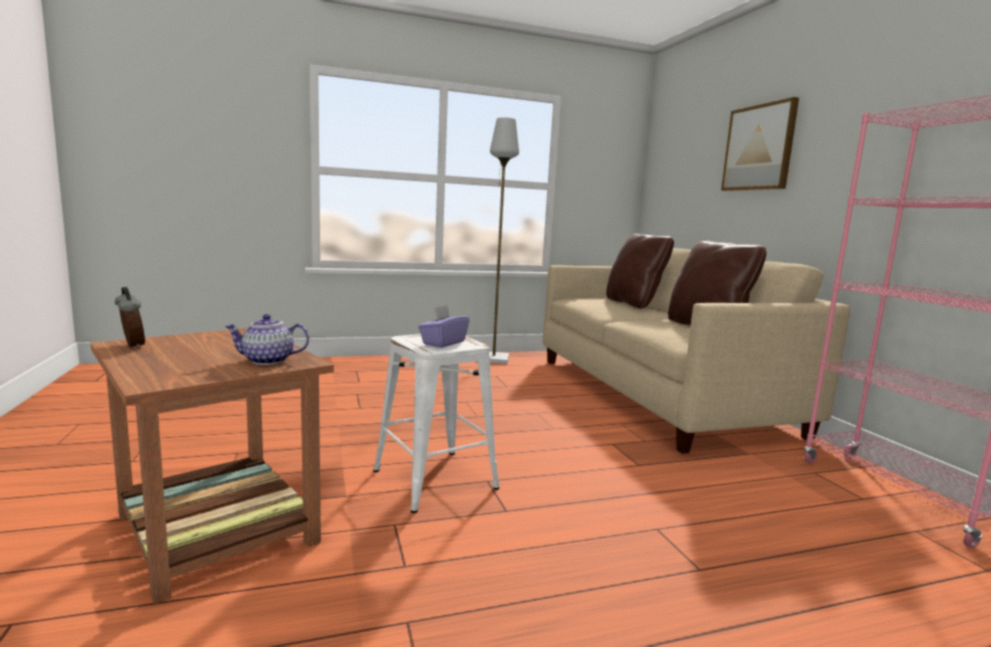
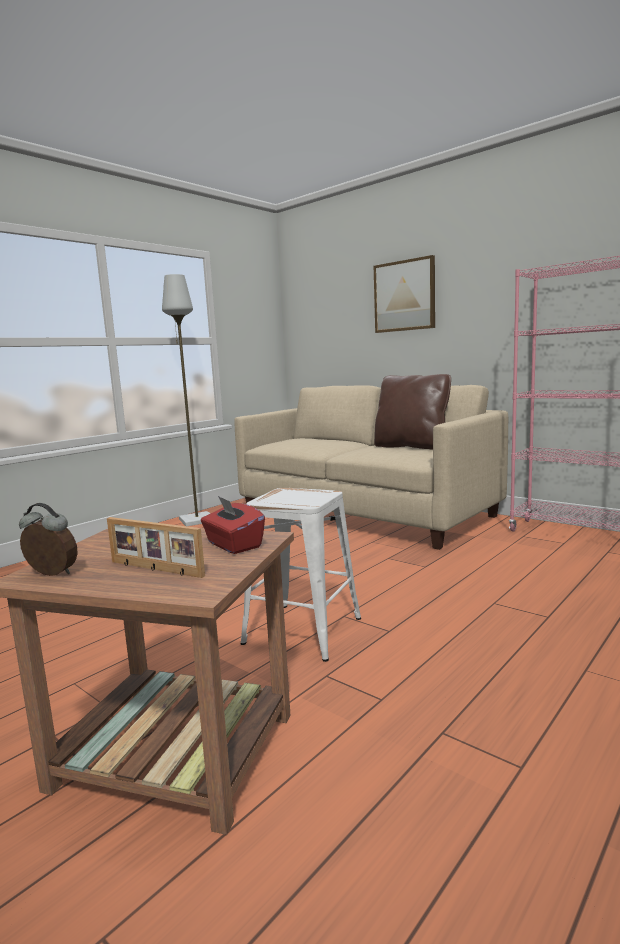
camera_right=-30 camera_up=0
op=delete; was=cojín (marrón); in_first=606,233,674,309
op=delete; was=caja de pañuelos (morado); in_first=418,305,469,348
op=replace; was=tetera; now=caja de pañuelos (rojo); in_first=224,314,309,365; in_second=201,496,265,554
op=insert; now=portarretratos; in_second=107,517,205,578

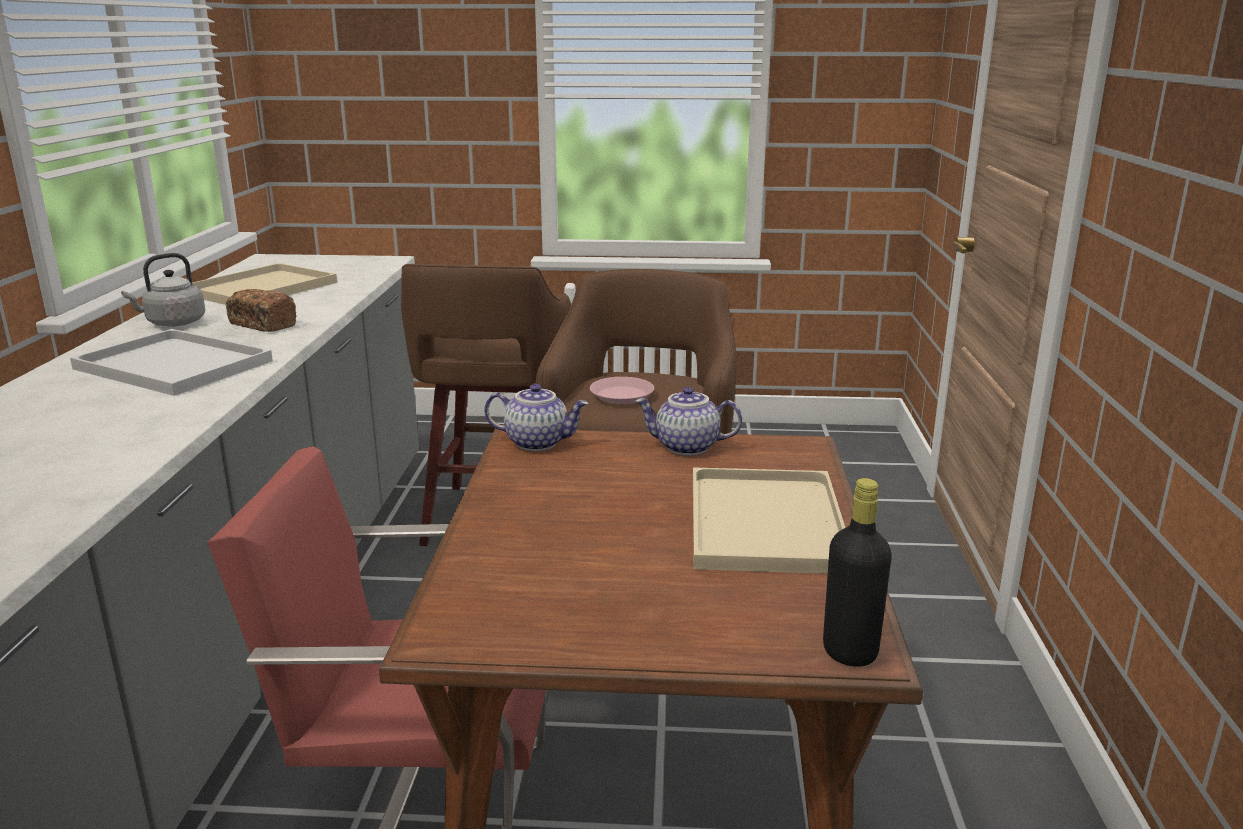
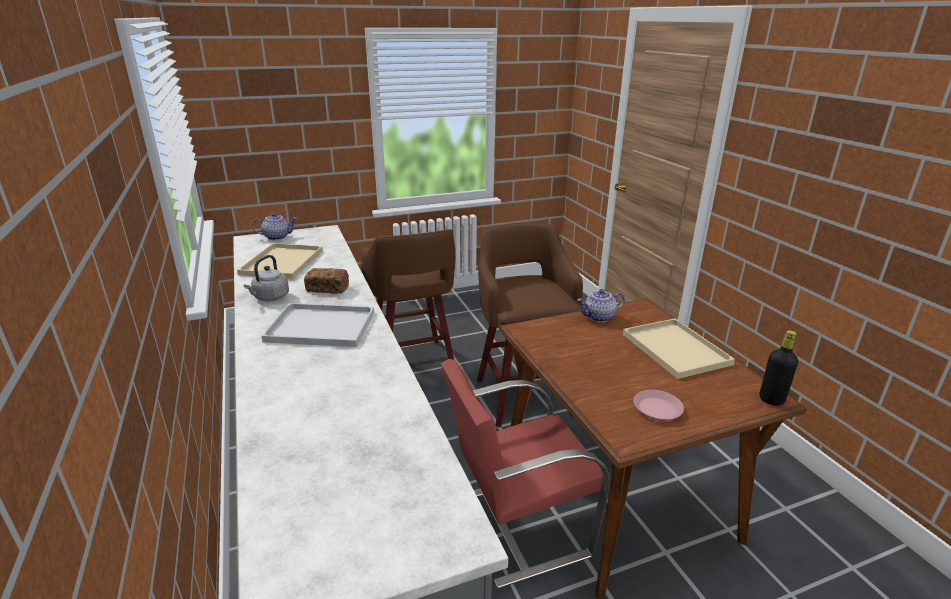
camera_right=-25 camera_up=5
op=move; was=plato (rosa); in_first=590,377,654,404; in_second=634,390,684,421
op=move; was=tetera; in_first=484,384,589,451; in_second=252,213,297,240

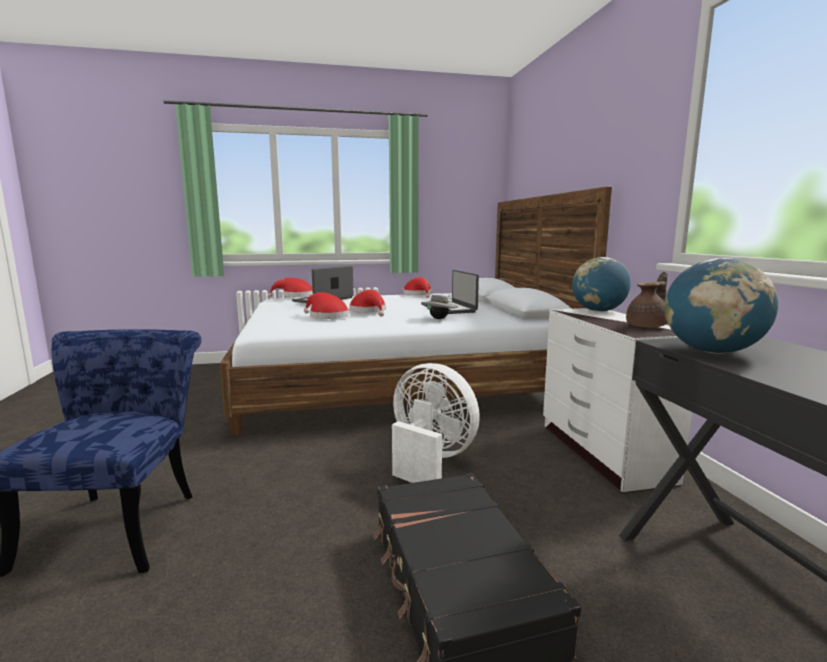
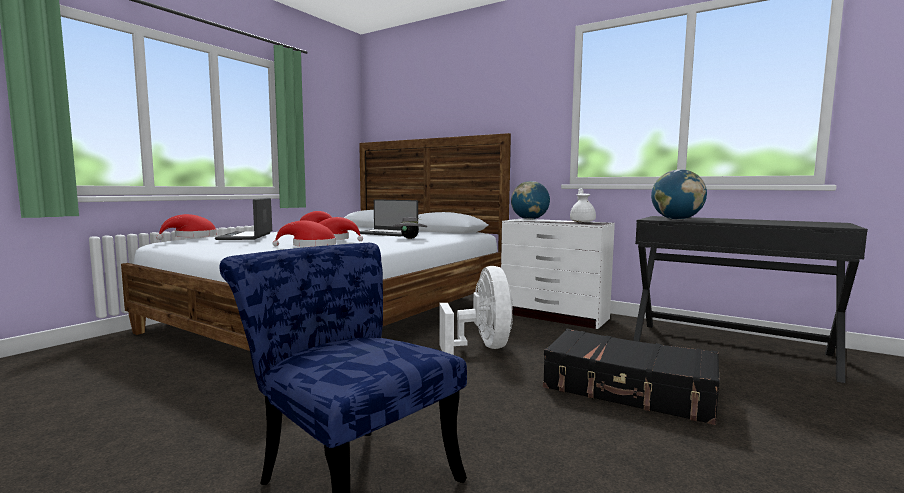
camera_right=-45 camera_up=-5
op=recolor; was=tetera (marrón); now=tetera (blanco); in_first=626,272,668,327; in_second=570,188,596,222
op=rotate; was=ventilador (blanco); in_first=392,363,480,483; in_second=439,266,513,355; clockwise=90

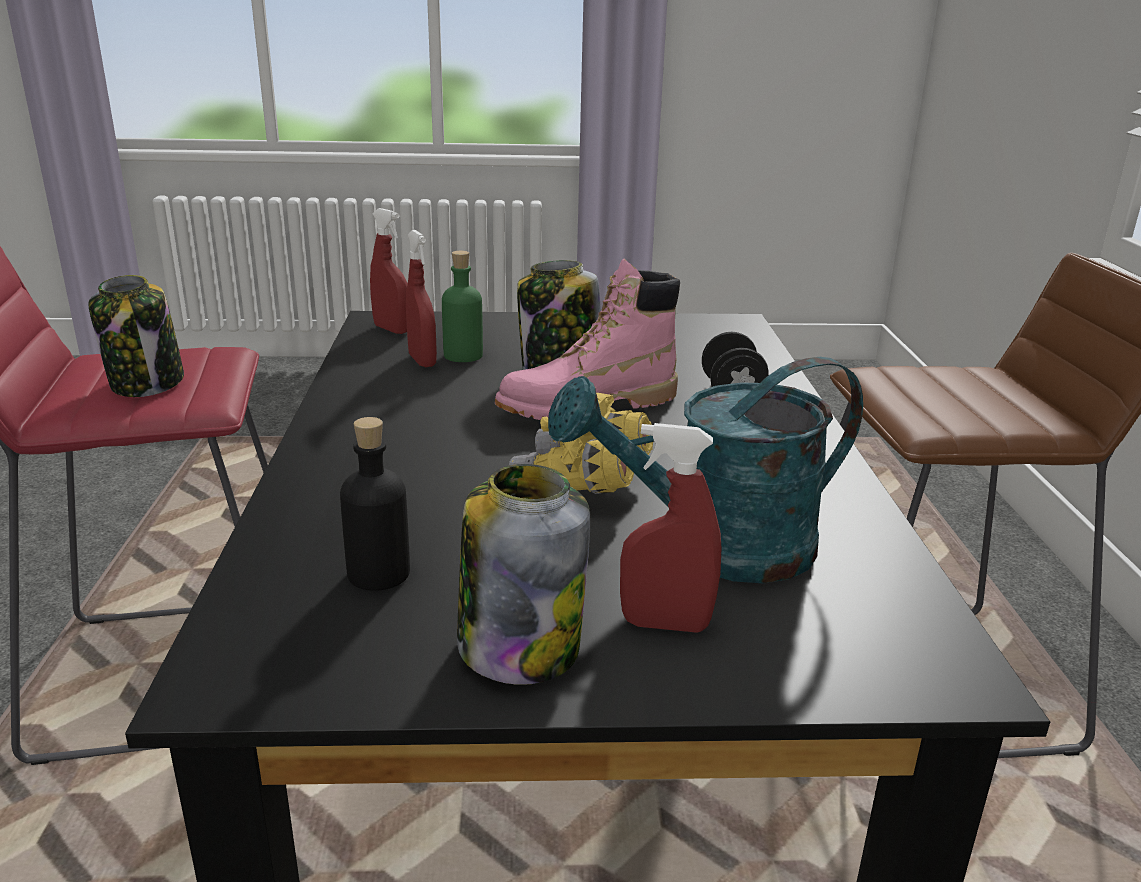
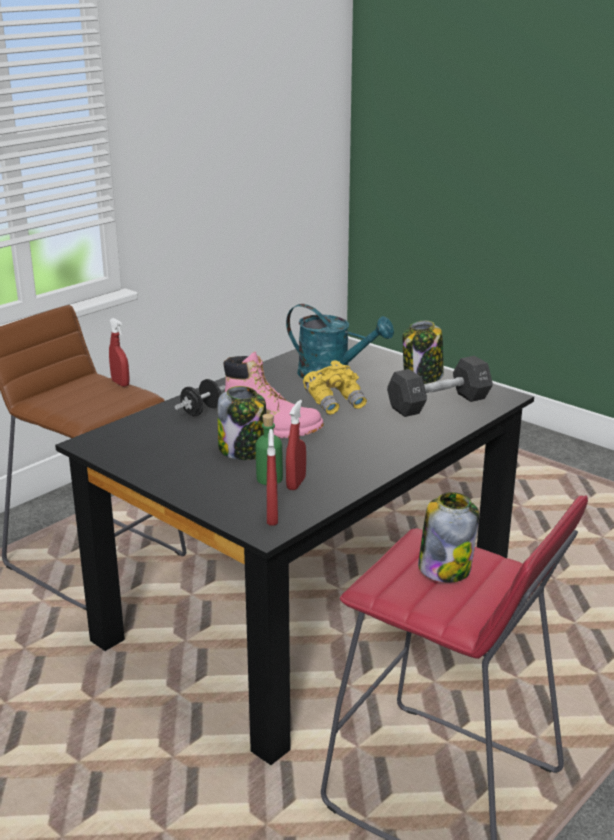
camera_right=-135 camera_up=0
op=replace; was=botella (negro); now=mancuerna (negro); in_first=340,417,410,591; in_second=387,356,493,417
op=move; was=pulverizador (rojo); in_first=620,423,722,633; in_second=109,318,130,387

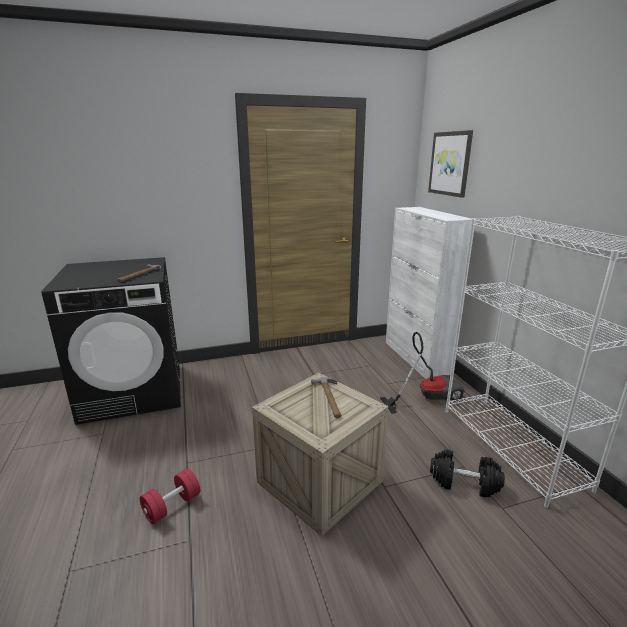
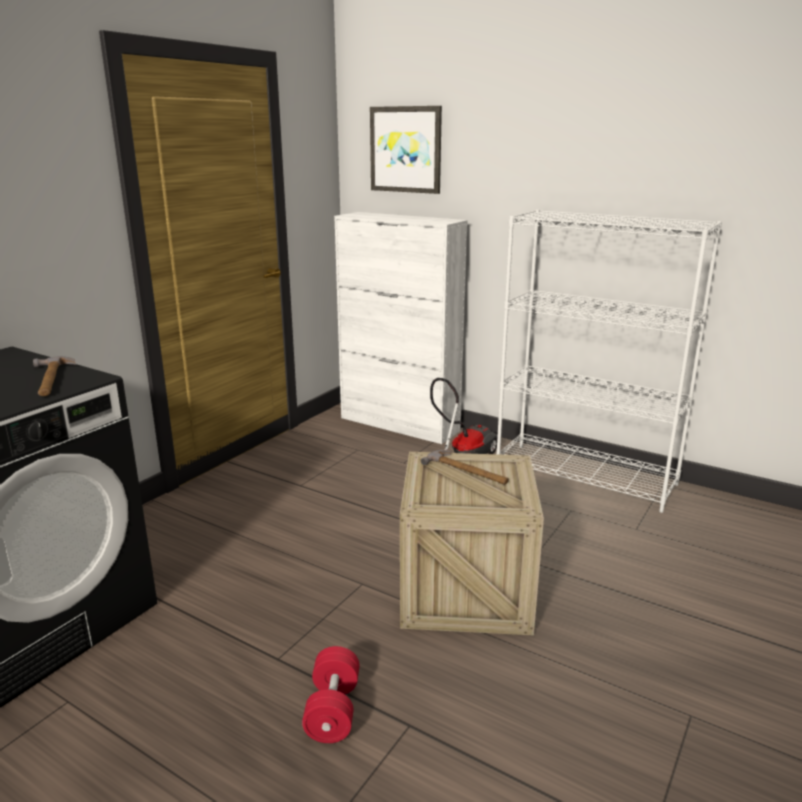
camera_right=-40 camera_up=0
op=delete; was=mancuerna (negro); in_first=430,449,505,497

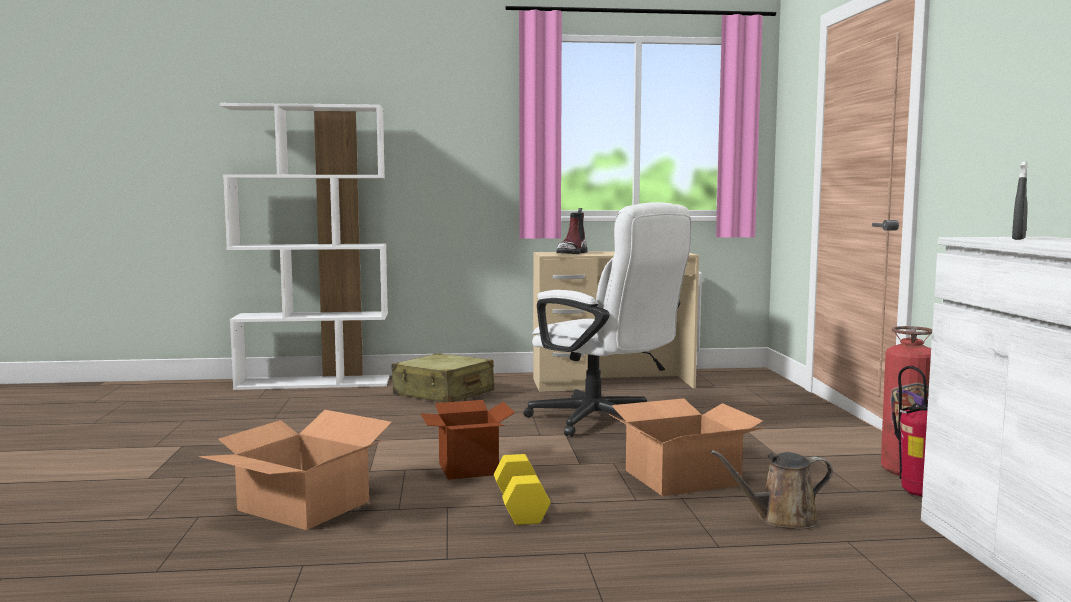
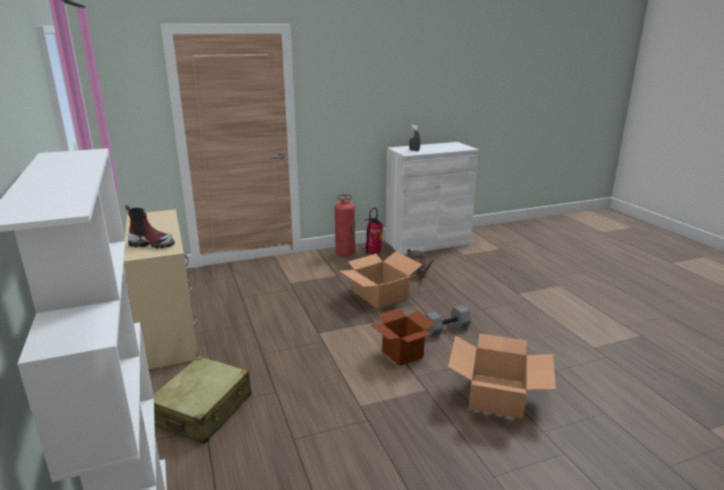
camera_right=-105 camera_up=15
op=delete; was=silla de oficina (blanco); in_first=524,202,691,437
op=recolor; was=mancuerna (amarillo); now=mancuerna (gris); in_first=494,454,551,525; in_second=425,305,472,337

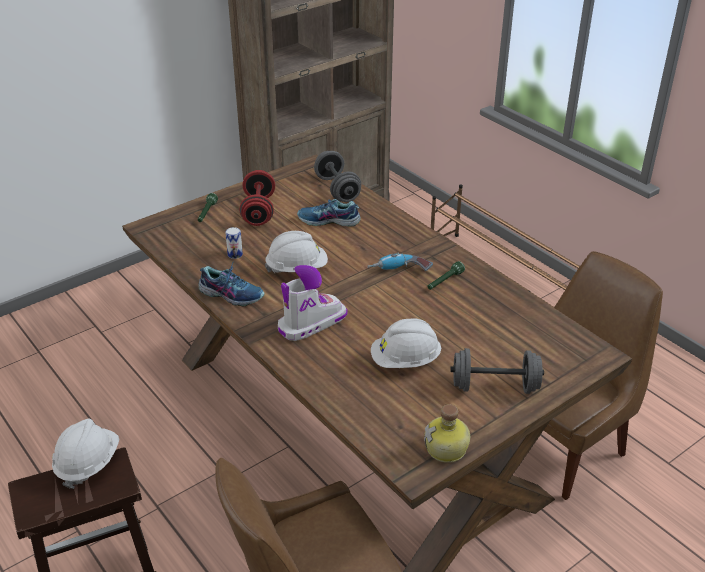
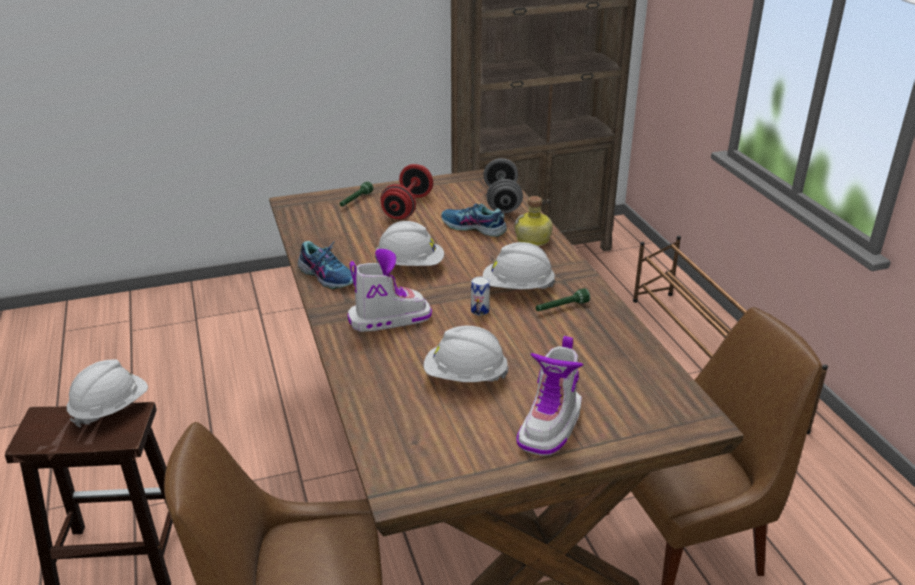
camera_right=20 camera_up=-5
op=move; was=lata; in_first=225,227,243,259; in_second=471,277,490,315
op=replace; was=taladro; now=casco (blanco); in_first=368,253,433,271; in_second=483,242,555,289
op=replace; was=mancuerna (gris); now=bota; in_first=450,348,544,394; in_second=517,336,584,456
op=move; was=botella; in_first=424,404,470,463; in_second=515,196,553,246

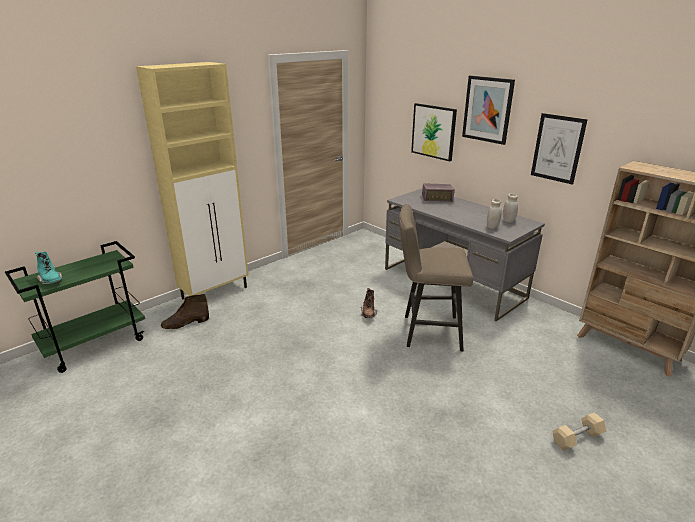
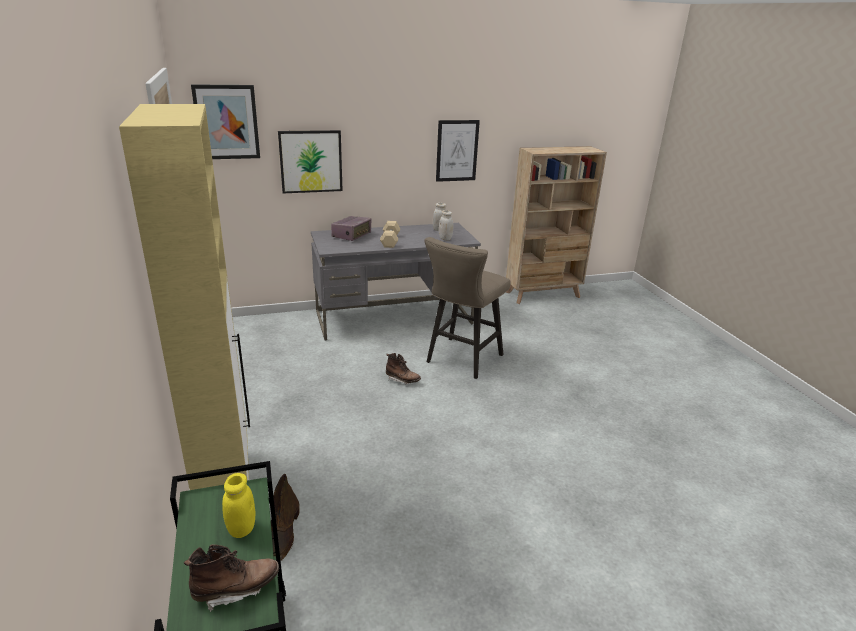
camera_right=-65 camera_up=0
op=move; was=cuadro; in_first=462,75,515,145; in_second=191,84,260,159
op=recolor; was=bota (turquesa); now=bota (marrón); in_first=35,251,62,284; in_second=184,544,279,612
op=move; was=mancuerna (beis); in_first=552,412,606,451; in_second=380,221,400,248
op=insert; now=tarro (amarillo); in_second=222,473,255,538

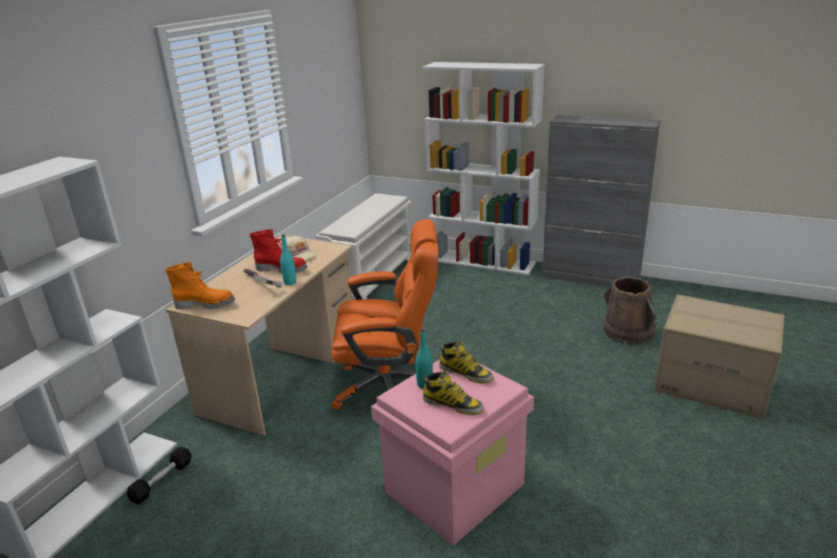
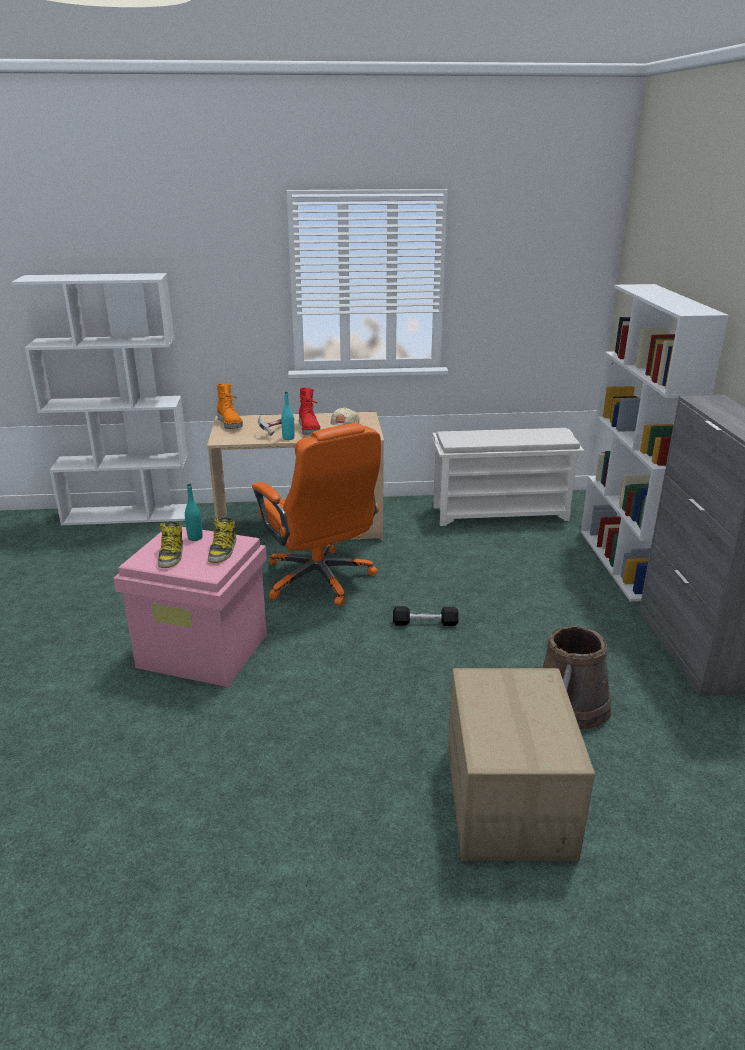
camera_right=60 camera_up=0
op=move; was=mancuerna (negro); in_first=127,447,192,504; in_second=393,606,459,626

